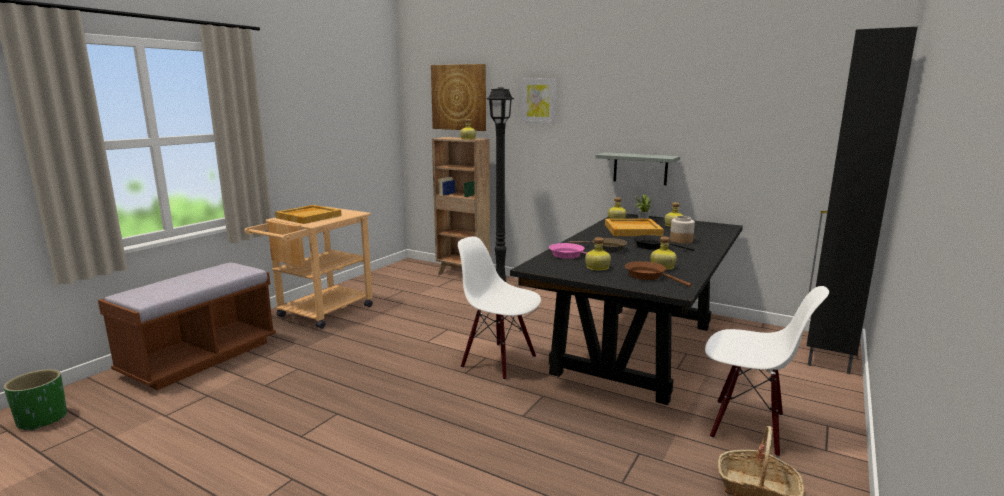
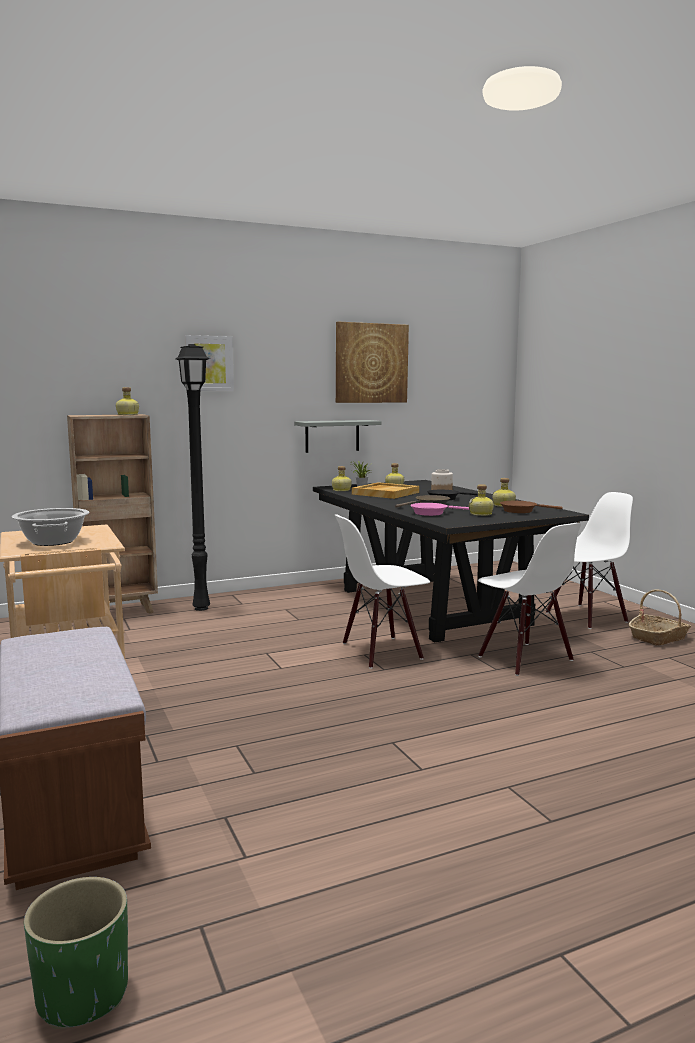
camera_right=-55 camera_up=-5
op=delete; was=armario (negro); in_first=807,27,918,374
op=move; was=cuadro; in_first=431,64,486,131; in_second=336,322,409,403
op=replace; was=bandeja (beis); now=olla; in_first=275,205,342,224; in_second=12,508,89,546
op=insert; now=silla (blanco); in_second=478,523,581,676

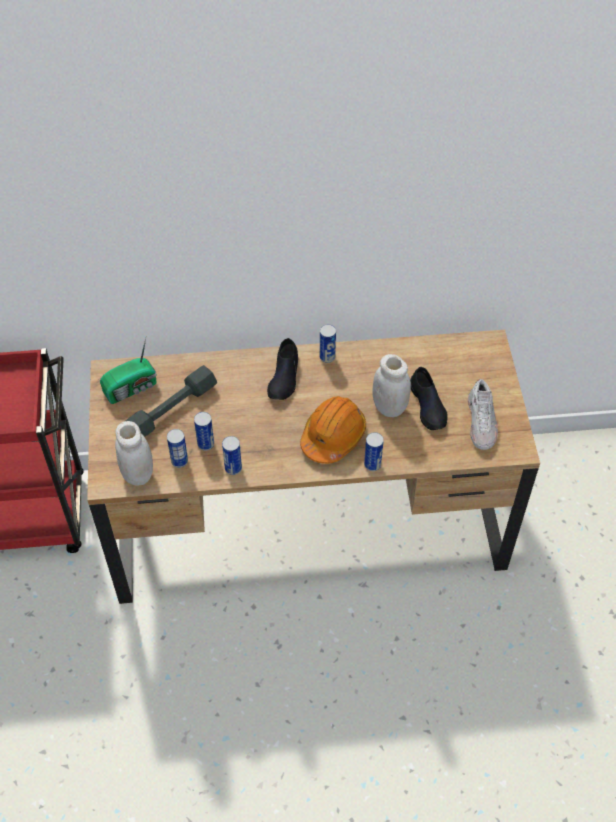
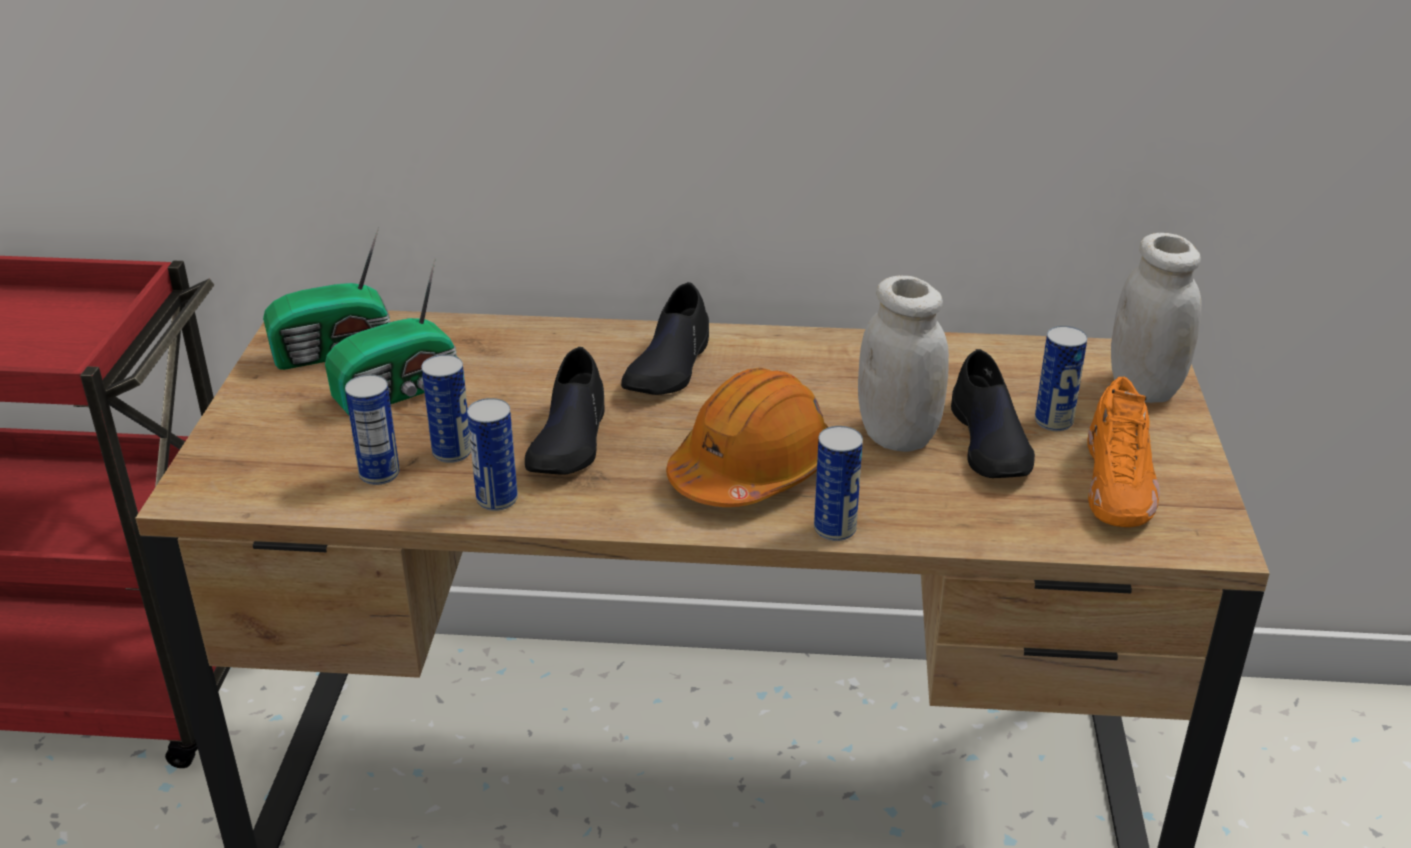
camera_right=10 camera_up=-20
op=move; was=lata; in_first=320,324,336,363; in_second=1035,326,1088,431
op=replace; was=mancuerna (gris); now=radio; in_first=125,365,217,437; in_second=325,258,457,415
op=recolor; was=zapato (blanco); now=zapato (naranja); in_first=468,379,498,450; in_second=1087,377,1160,527
op=move; was=tarro (blanco); in_first=115,421,153,486; in_second=1111,233,1201,403
op=insert; now=zapato (negro); in_second=525,347,605,475

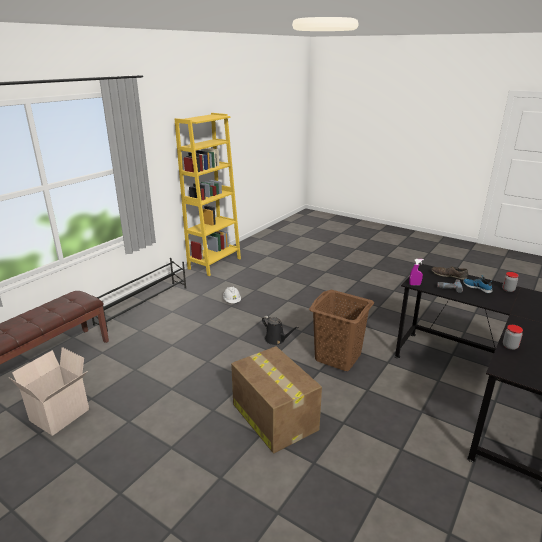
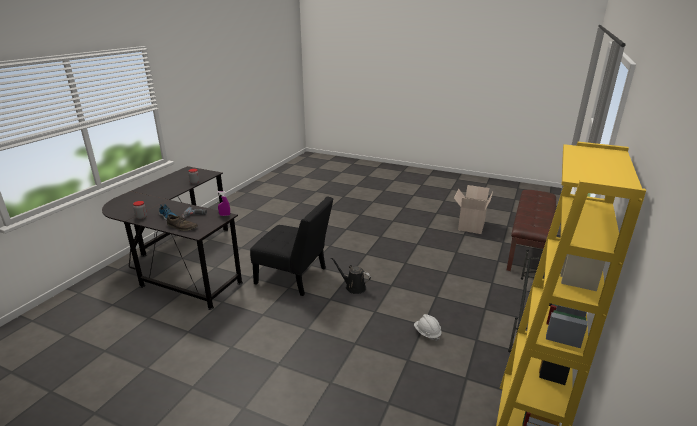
camera_right=170 camera_up=0
op=replace; was=cesto de la ropa (marrón); now=silla (negro); in_first=309,290,374,371; in_second=250,197,333,296
op=delete; was=caja de cartón; in_first=231,346,322,454

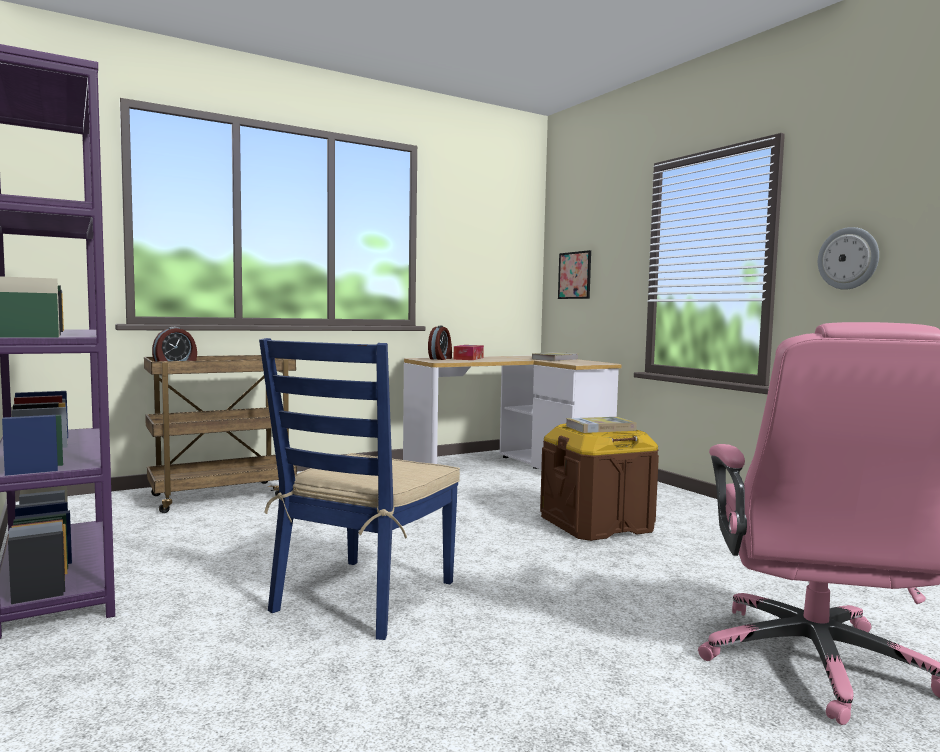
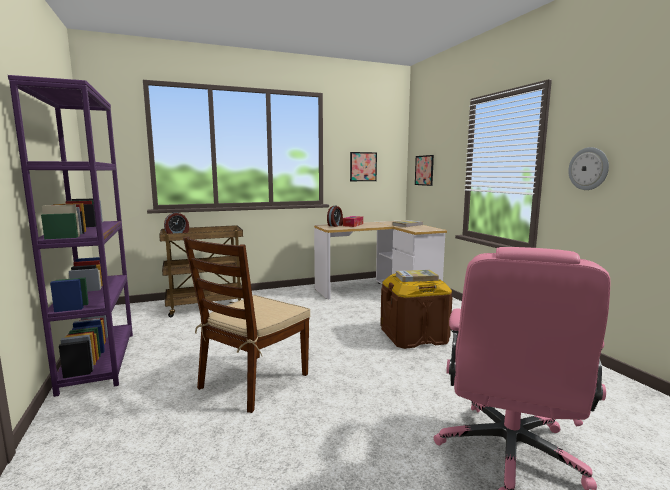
camera_right=10 camera_up=5
op=recolor; was=silla (azul); now=silla (marrón); in_first=259,338,460,640; in_second=183,237,310,413
op=insert; now=cuadro; in_second=350,152,377,181

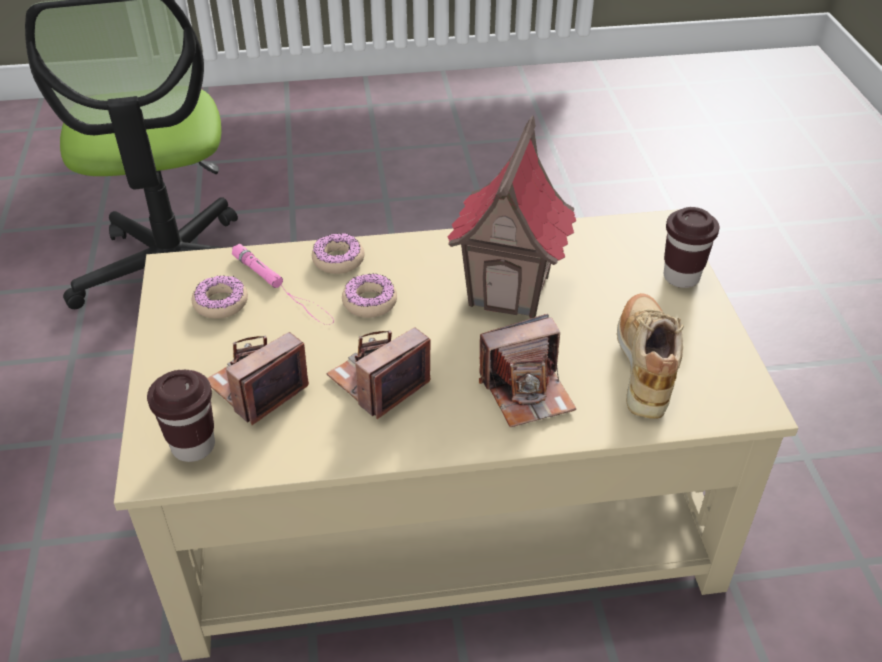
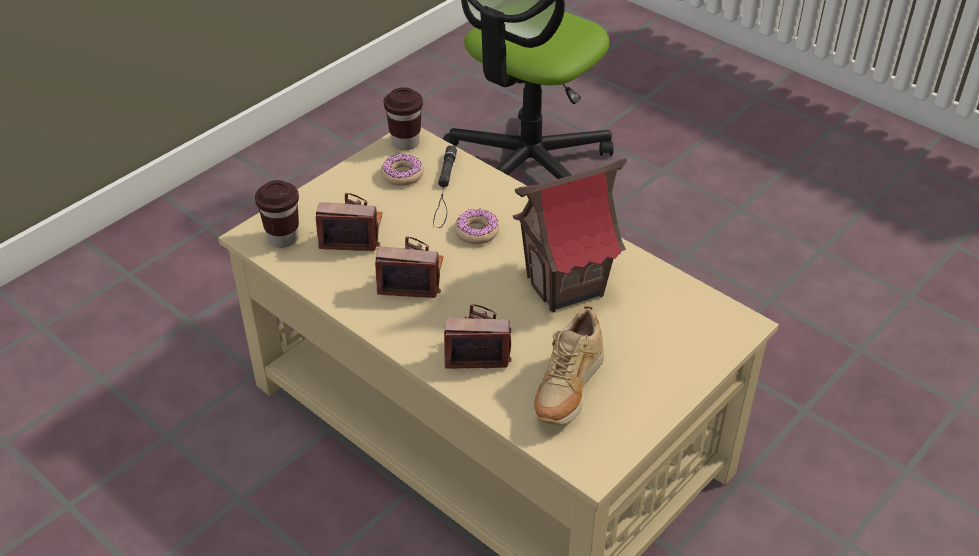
camera_right=50 camera_up=0
op=move; was=taza (marrón); in_first=664,207,719,288; in_second=384,87,423,150
op=delete; was=rosquilla; in_first=312,233,365,274
op=recolor; was=linterna (rosa); now=linterna (negro); in_first=232,244,334,325; in_second=433,145,457,228
op=rotate; was=zapato (beis); in_first=617,293,684,419; in_second=534,306,604,425; clockwise=150
op=rotate; was=cámara; in_first=479,314,576,427; in_second=444,304,512,369; clockwise=150

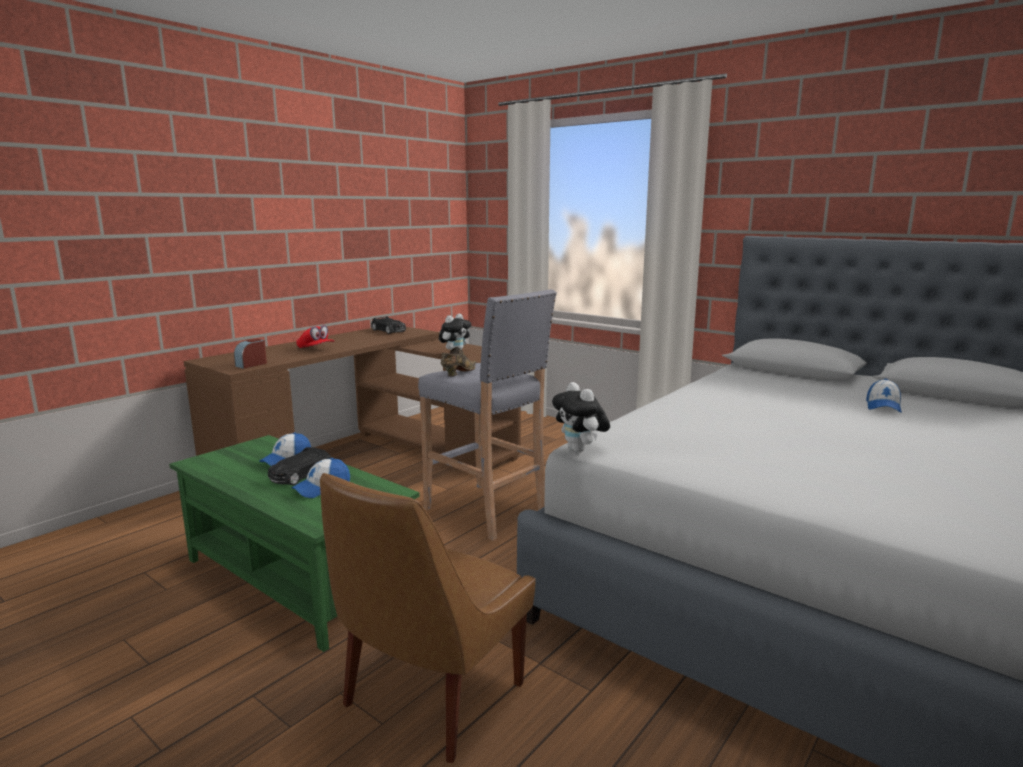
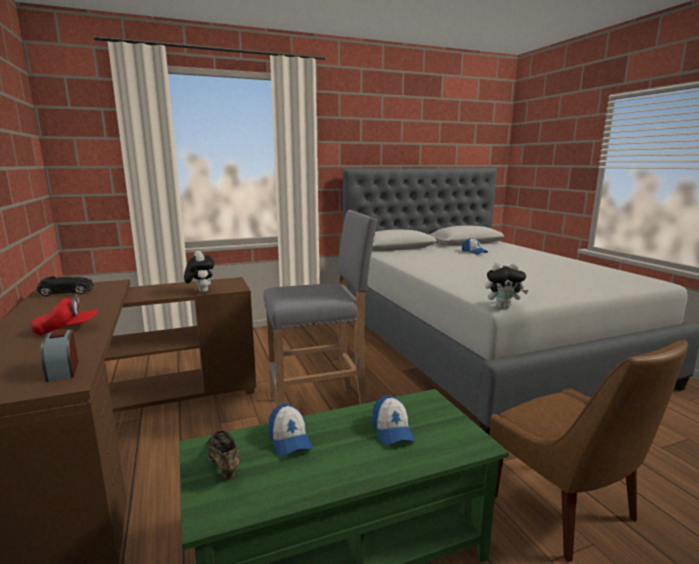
camera_right=-60 camera_up=0
op=move; was=zapato (marrón); in_first=441,347,476,376; in_second=206,430,239,480
op=delete; was=coche de juguete (negro); in_first=268,447,331,485

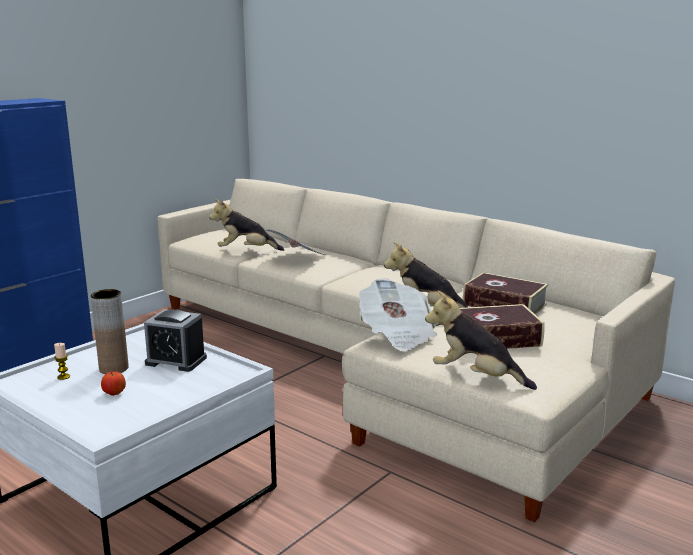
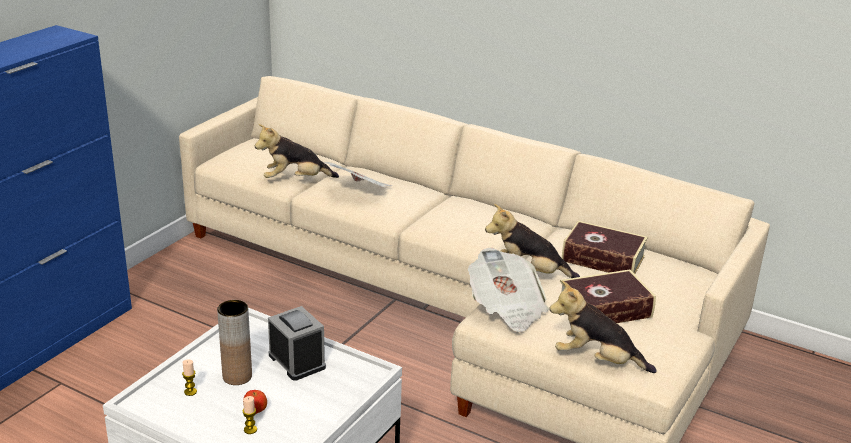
camera_right=-10 camera_up=10
op=rotate; was=despertador; in_first=144,309,207,372; in_second=268,306,326,381; clockwise=-135
op=insert; now=vela; in_second=242,396,257,434

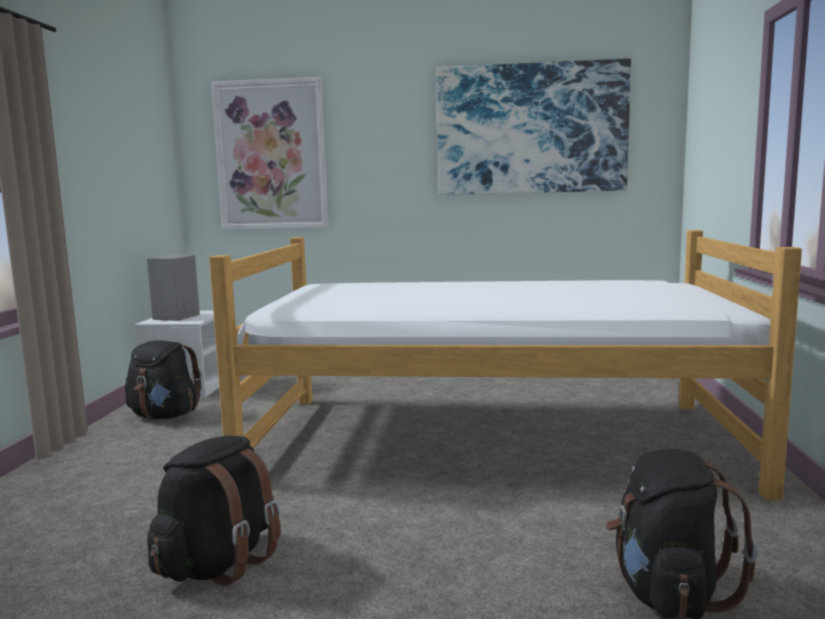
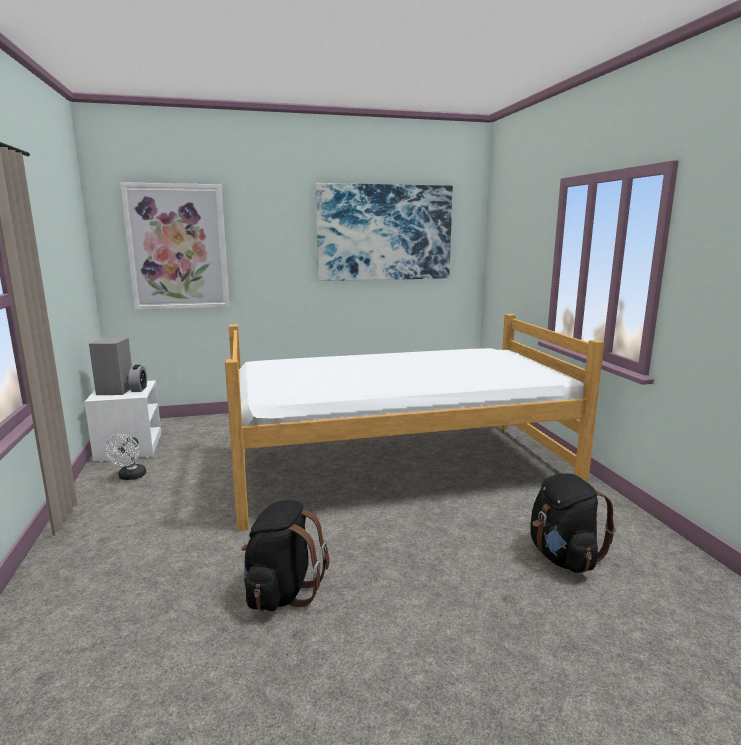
camera_right=-20 camera_up=5
op=replace; was=mochila (negro); now=ventilador (blanco); in_first=125,340,202,419; in_second=105,434,146,480
op=insert; now=despertador; in_second=129,365,147,392

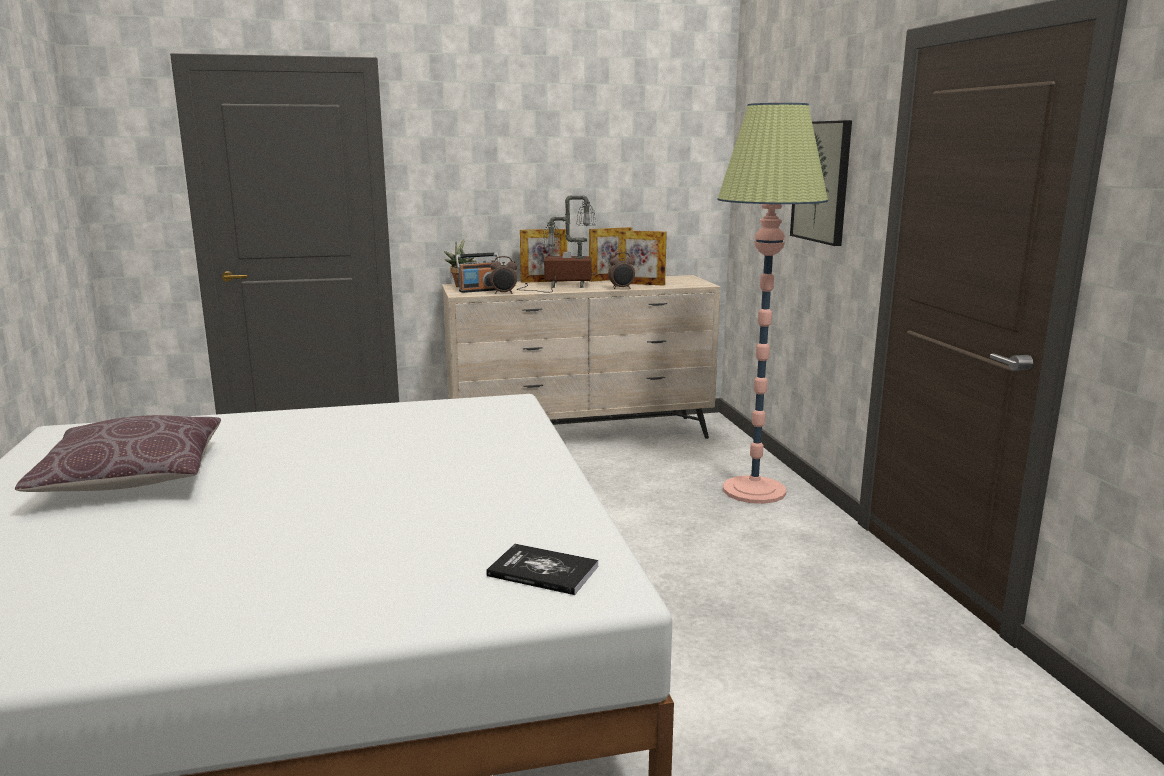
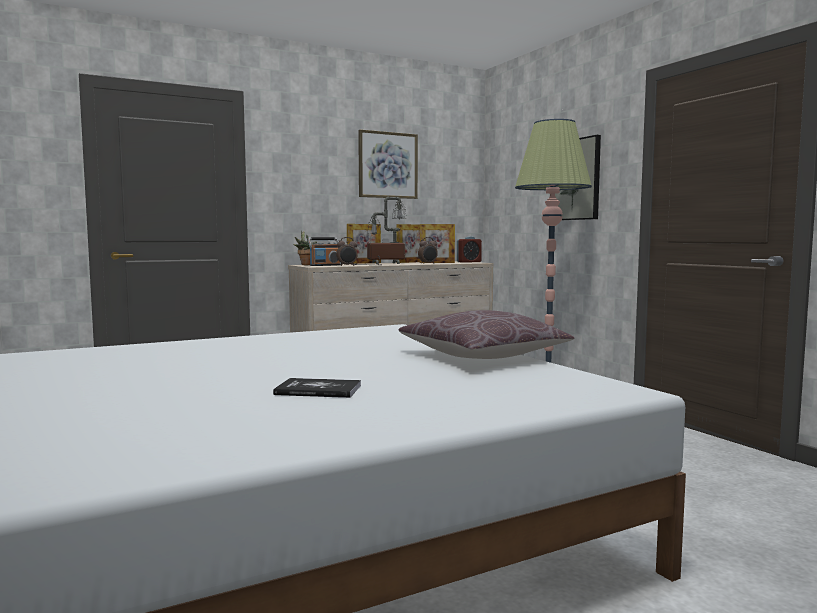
camera_right=-15 camera_up=-10
op=move; was=cojín (marrón); in_first=15,415,221,492; in_second=399,310,574,359
op=move; was=libro; in_first=486,544,598,595; in_second=273,378,361,398
op=insert; now=cuadro; in_second=358,130,418,199
op=insert; now=despertador; in_second=457,236,482,263

